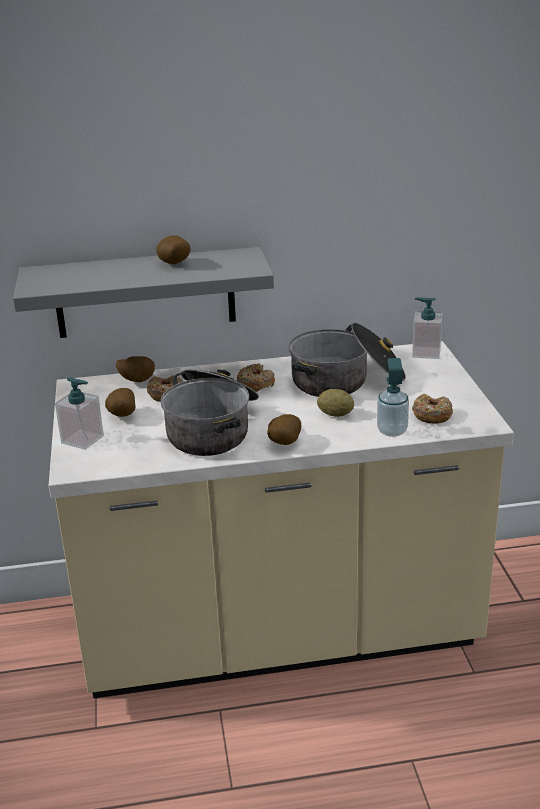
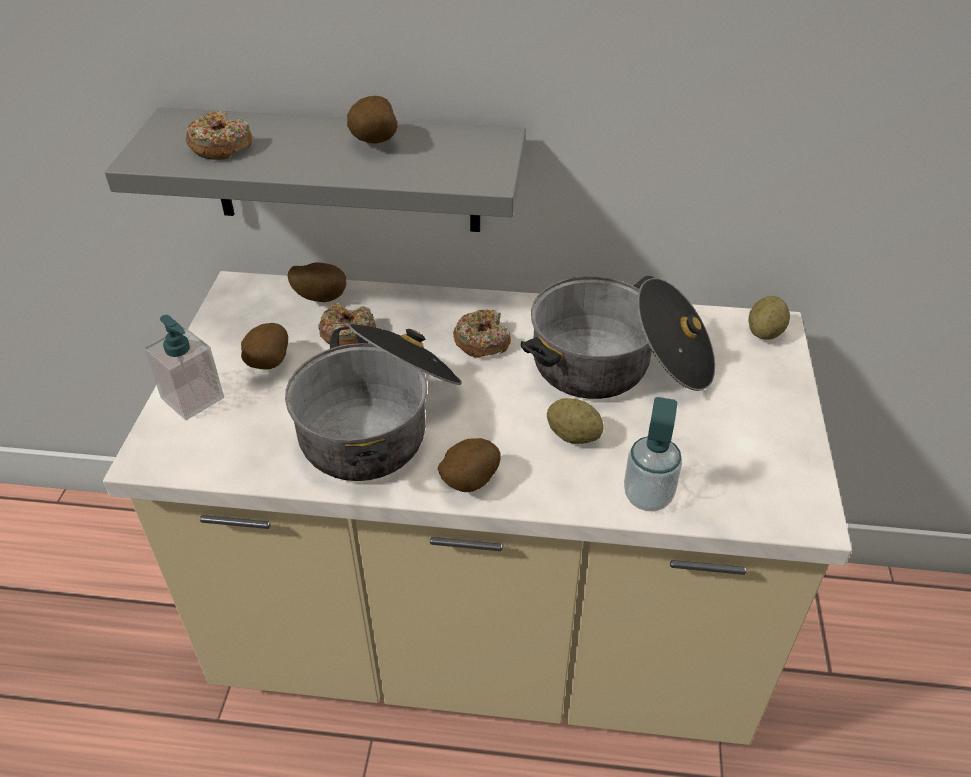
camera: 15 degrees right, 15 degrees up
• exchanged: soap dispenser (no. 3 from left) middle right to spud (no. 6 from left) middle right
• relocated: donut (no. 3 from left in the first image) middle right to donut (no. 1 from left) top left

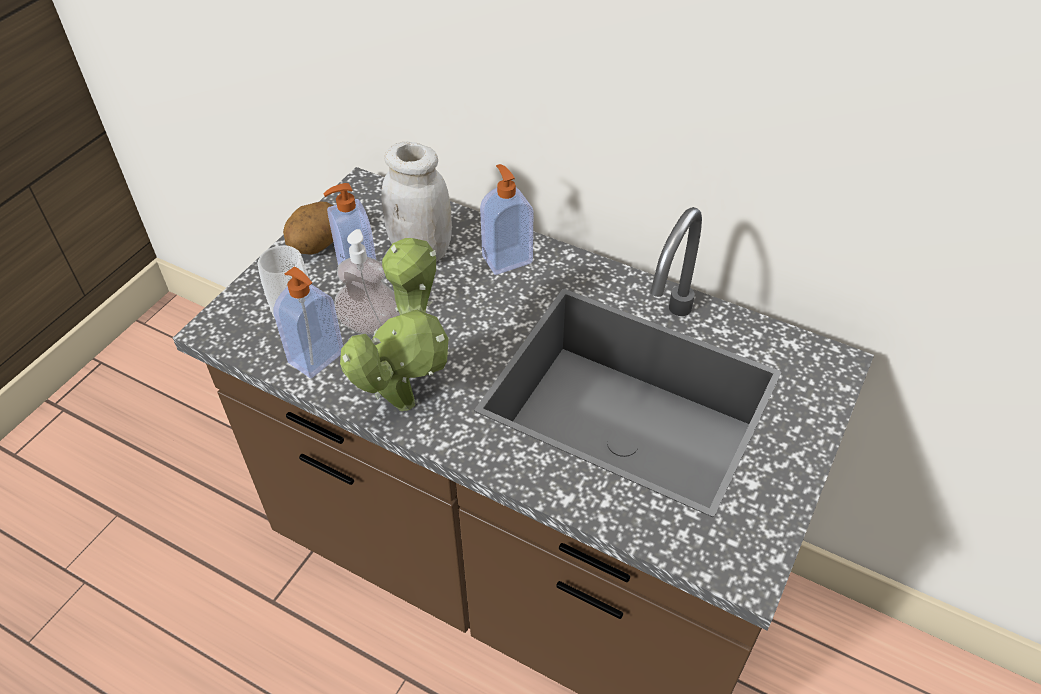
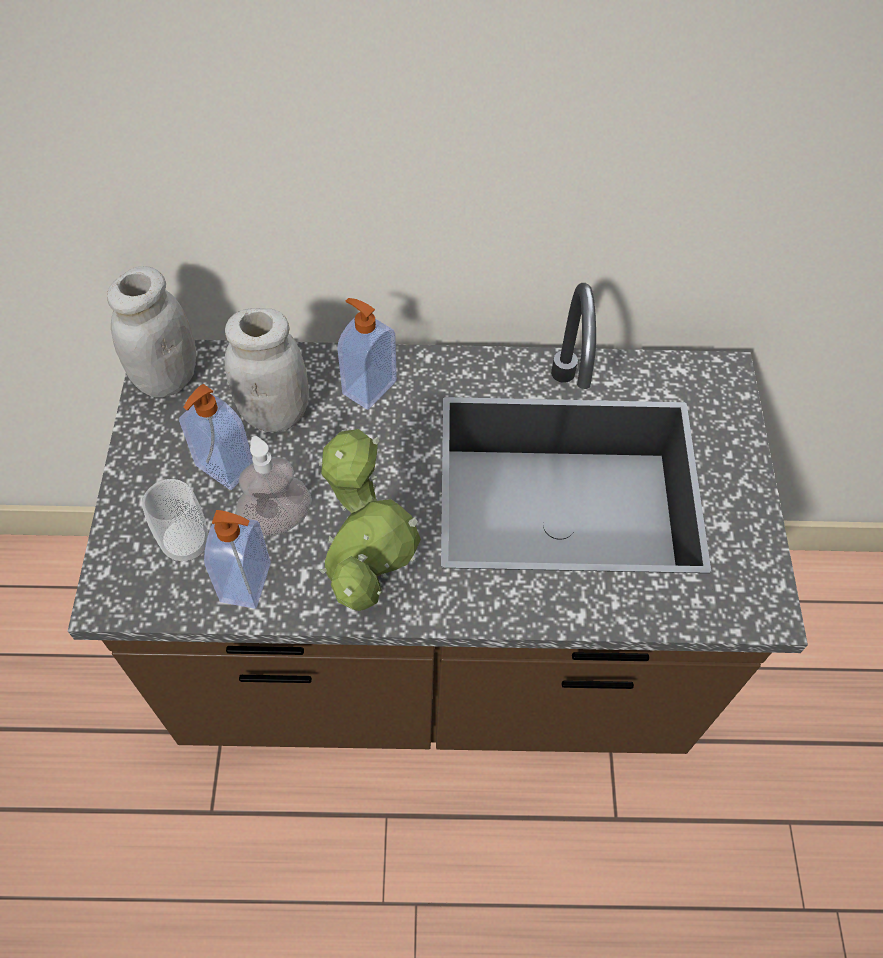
camera: 30 degrees left, 10 degrees up
• missing: spud top left
• appeared: storage jar (white-coloured) (no. 1 from left) middle left

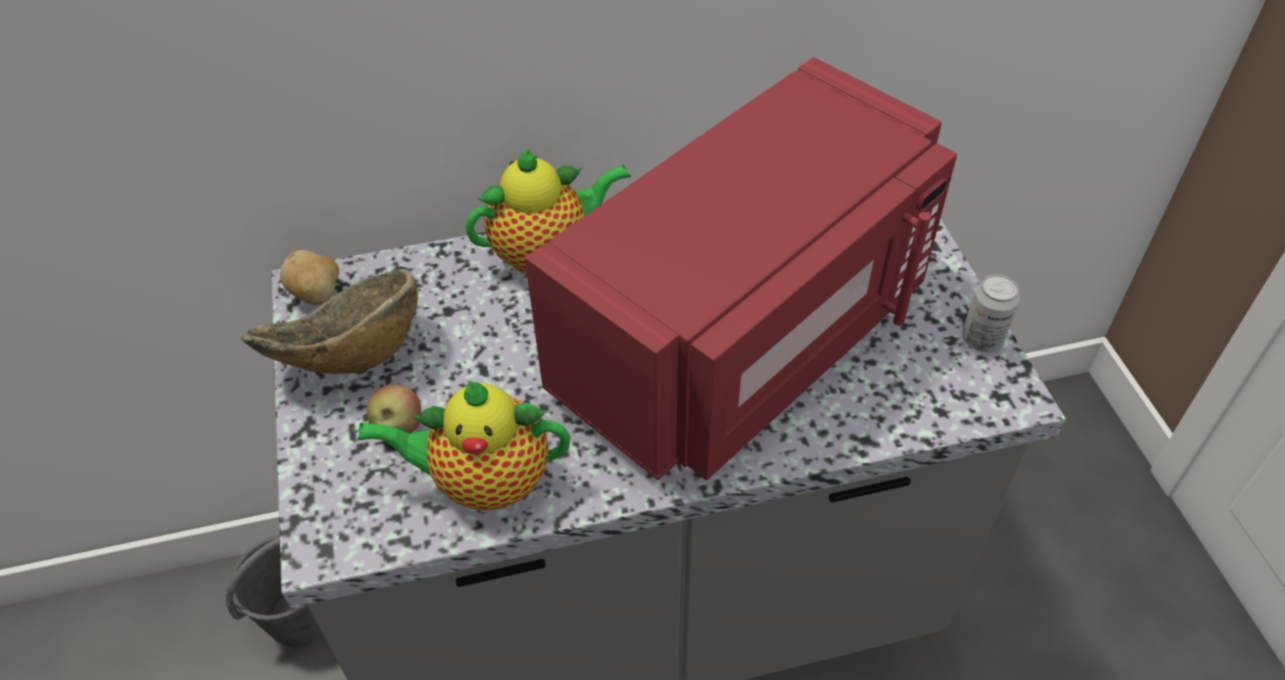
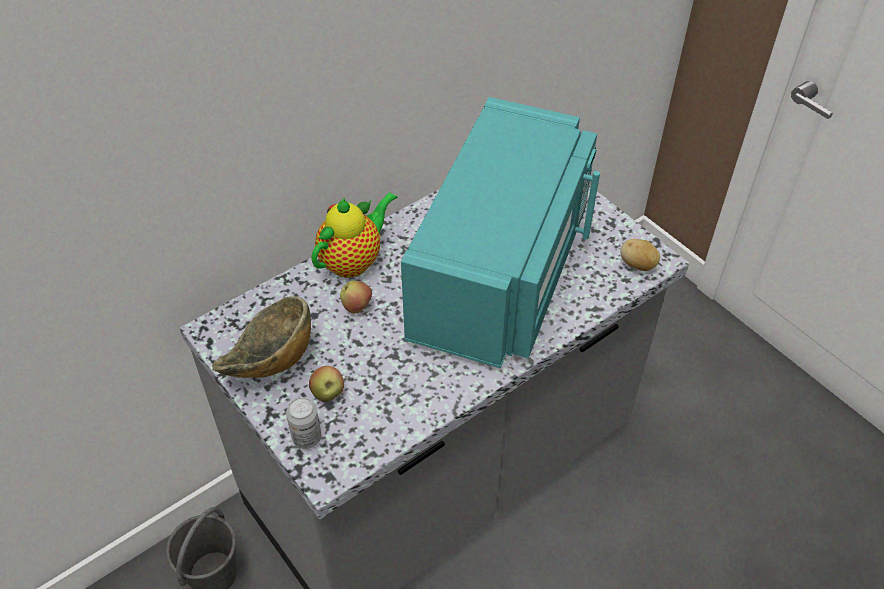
camera: 25 degrees left, 0 degrees up
• relocated: spud middle left to middle right
• missing: teapot (no. 1 from left) centre
• colour: kitchen microwave (red) centre to kitchen microwave (blue-green) centre
• relocated: sealed can middle right to bottom centre
• appeared: apple fruit (no. 2 from left) centre

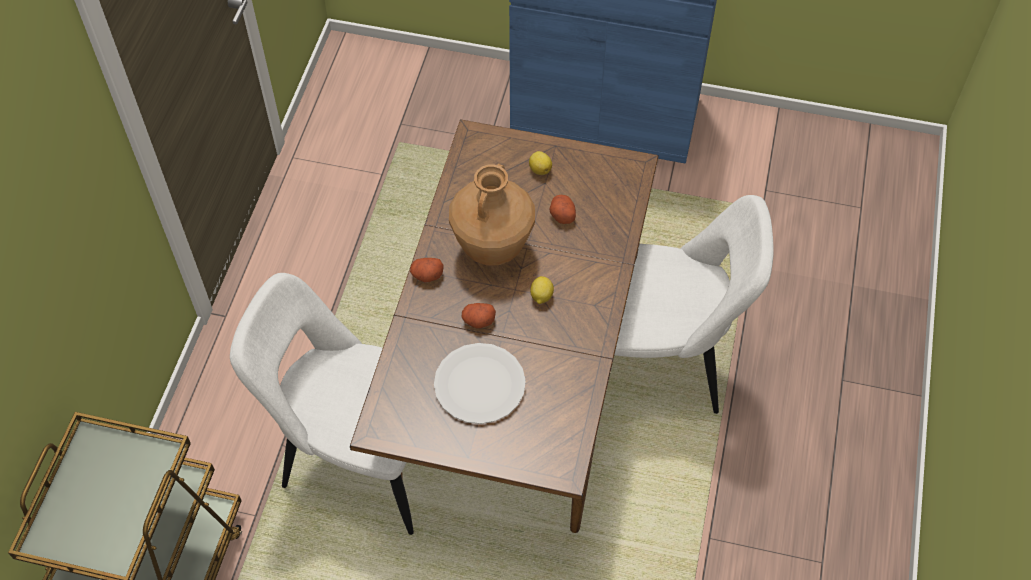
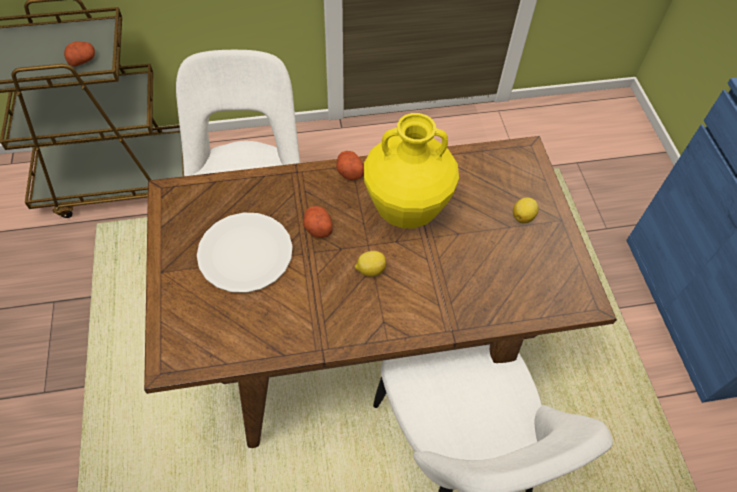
camera: 65 degrees right, 0 degrees up
• colour: decorative vase (brown) centre to decorative vase (yellow-coloured) centre
• relocated: spud (no. 3 from left in the first image) centre to spud (no. 1 from left) top left

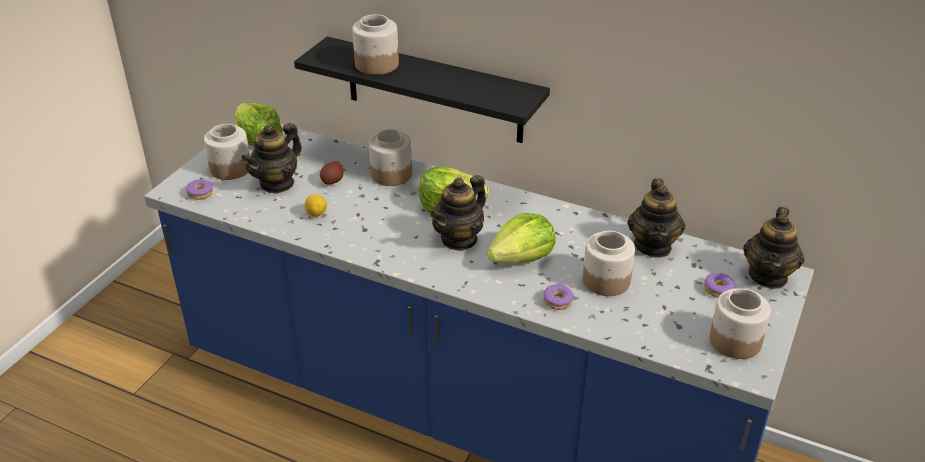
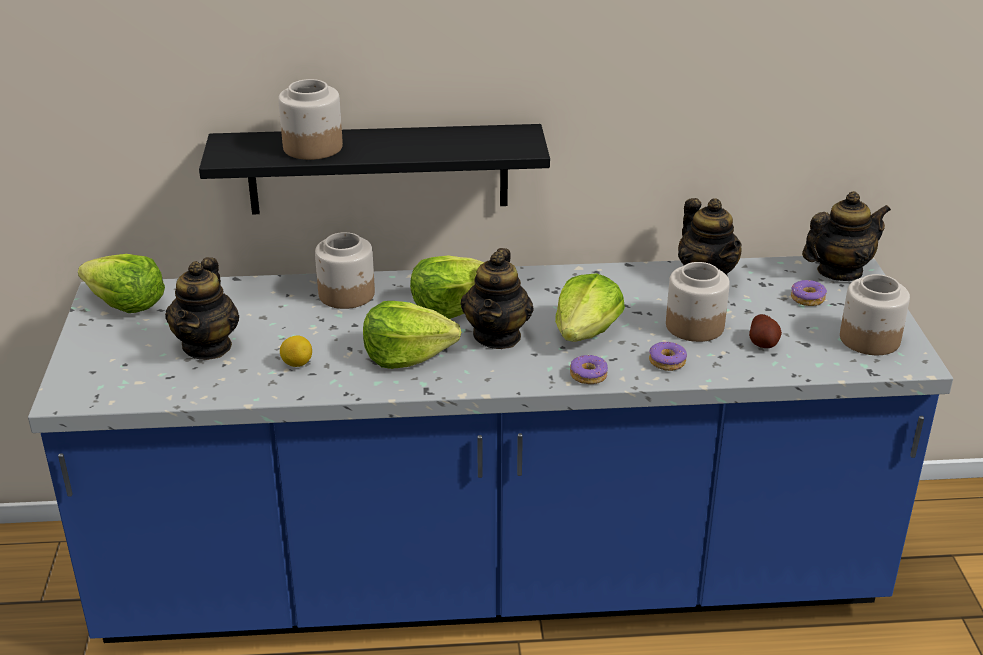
camera: 30 degrees left, 5 degrees down
• relocated: donut (no. 1 from left) middle left to centre
• missing: storage jar (no. 1 from left) top left
• relocated: spud centre to middle right
• spun: teapot (no. 4 from left) middle right = middle right 105 degrees counterclockwise
• appeared: lettuce head (no. 2 from left) centre

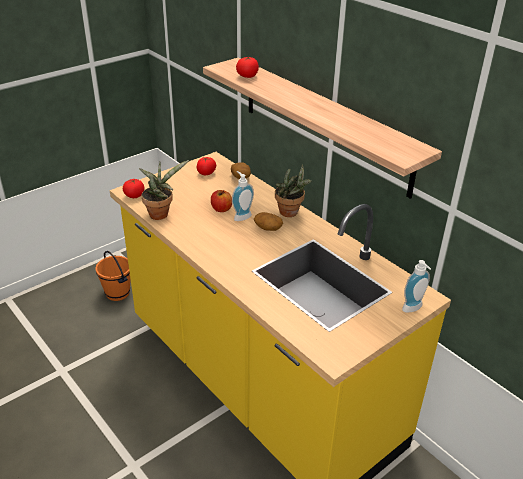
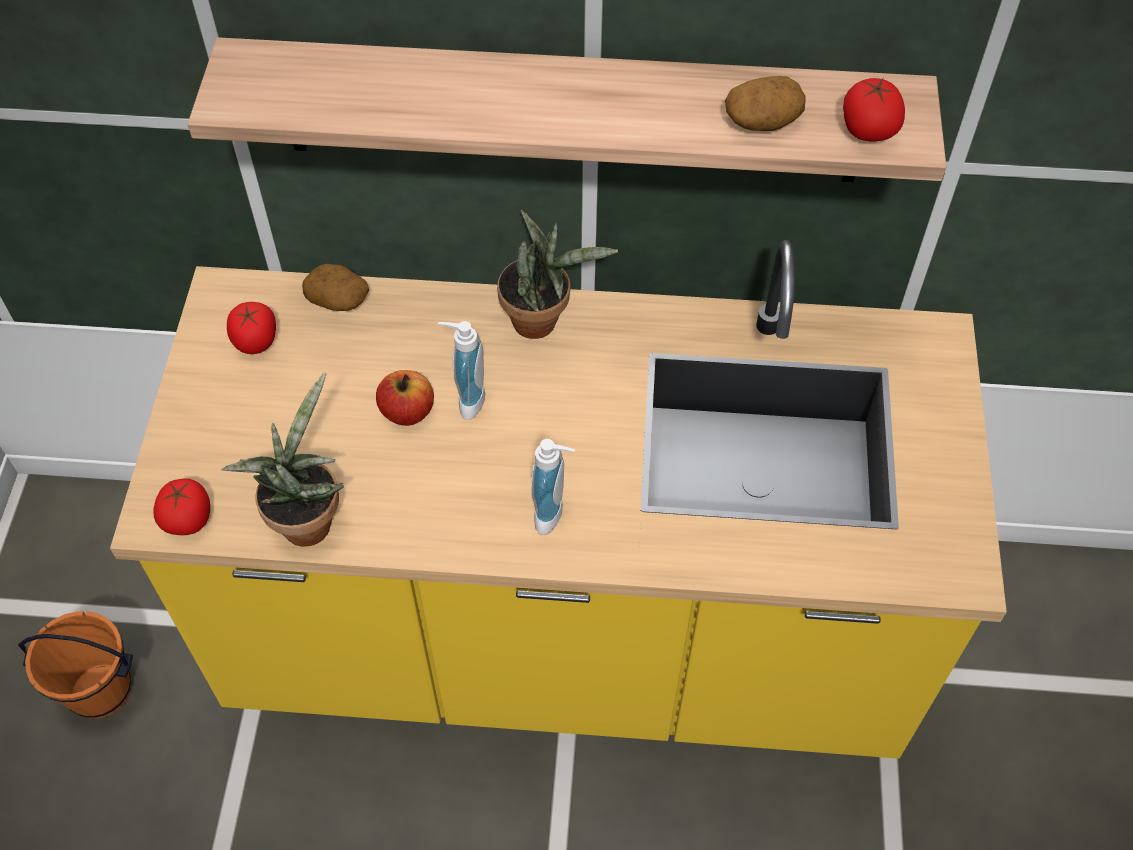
camera: 45 degrees left, 20 degrees up
• relocated: tomato (no. 3 from left) top centre to top right
• relocated: spud (no. 2 from left) centre to top right
• relocated: soap dispenser (no. 2 from left) middle right to centre

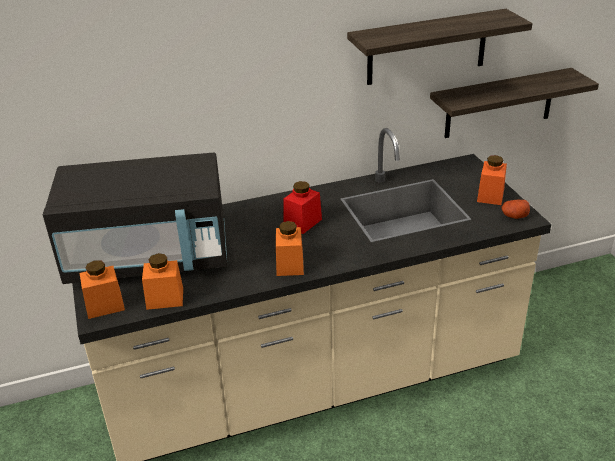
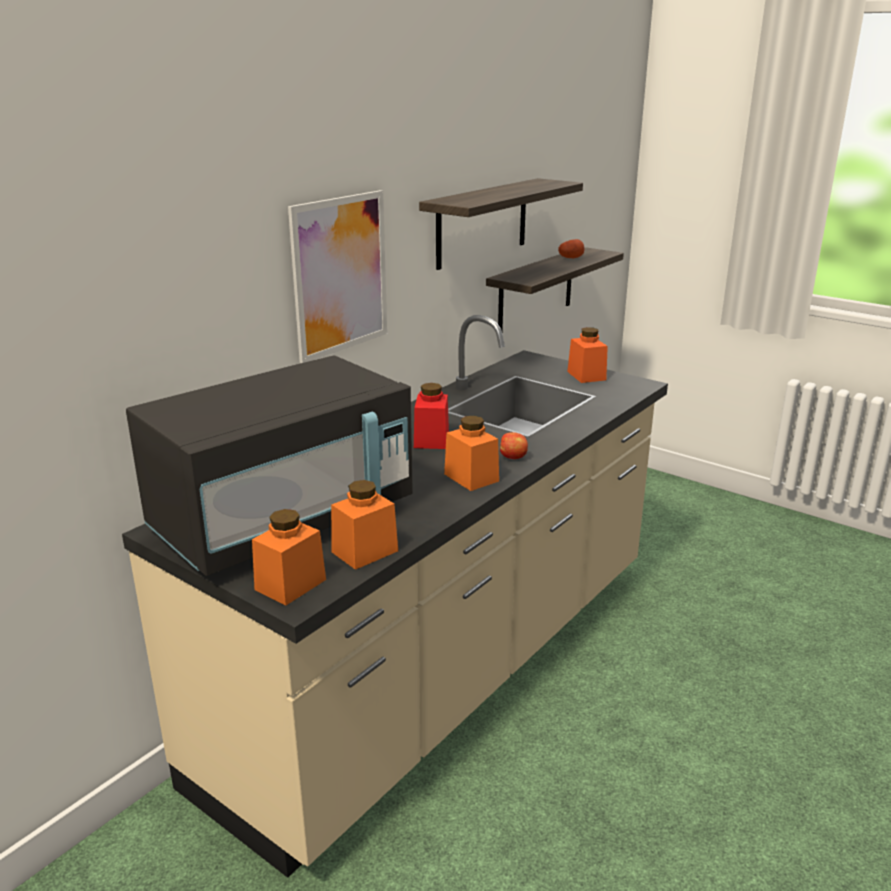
camera: 35 degrees left, 10 degrees down
• relocated: spud middle right to top centre
• appeared: wall picture top centre
• appeared: apple fruit centre

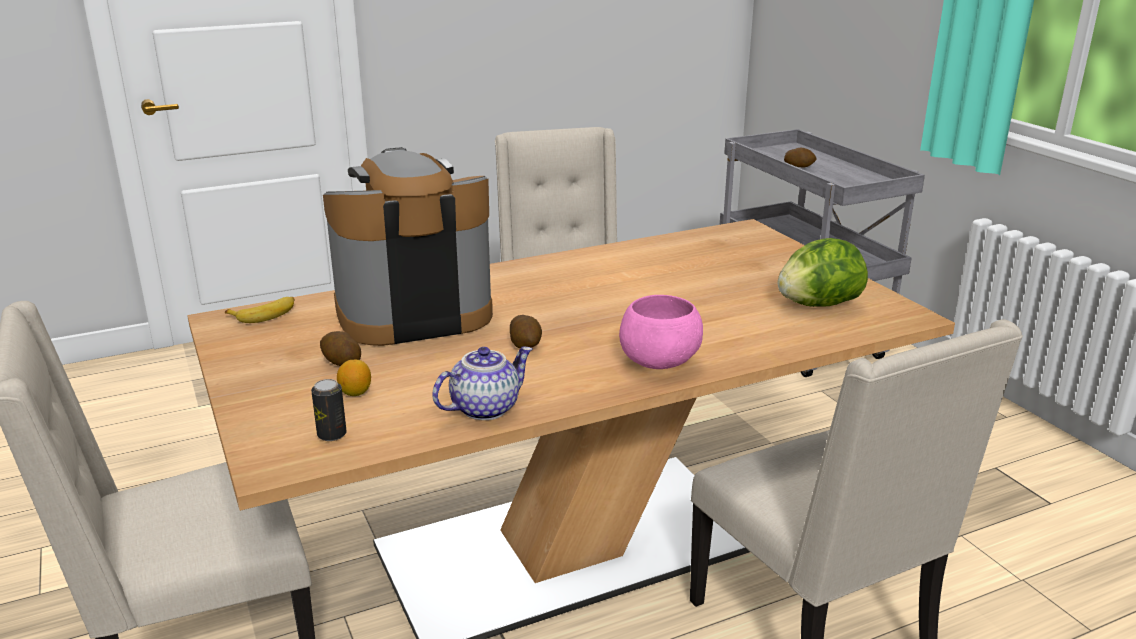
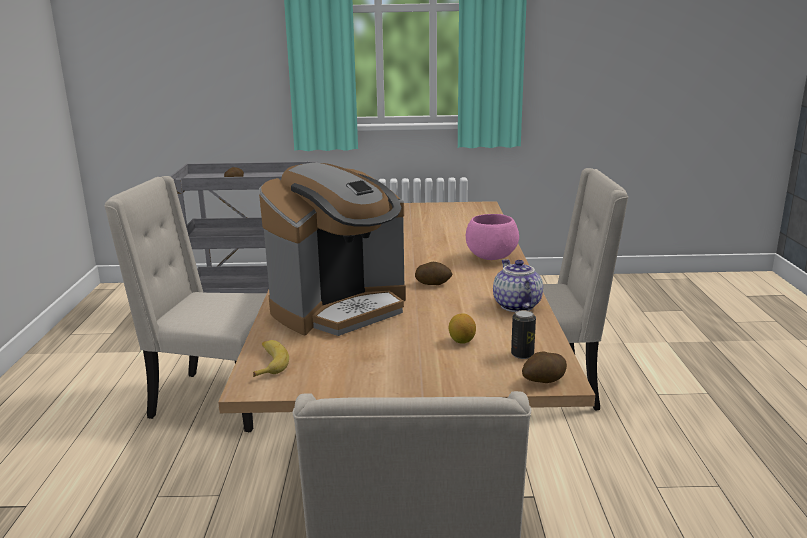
camera: 65 degrees left, 5 degrees down
• relocated: spud (no. 1 from left in the first image) middle left to spud (no. 3 from left) bottom right
• spun: coffee brewer centre = centre 135 degrees counterclockwise
• missing: lettuce head middle right

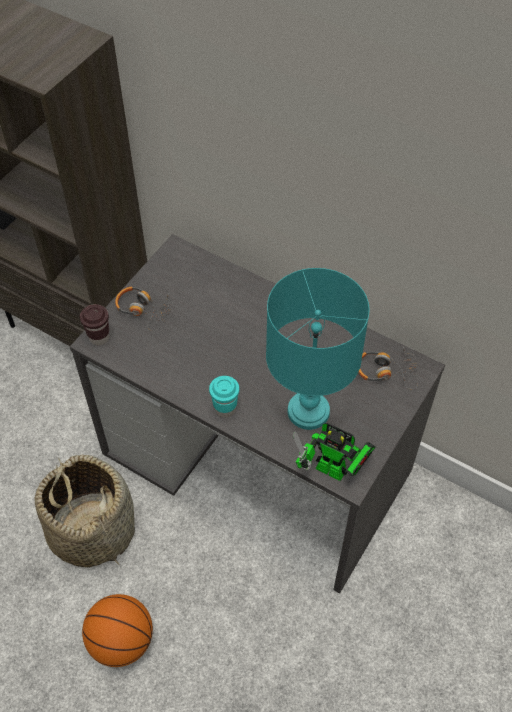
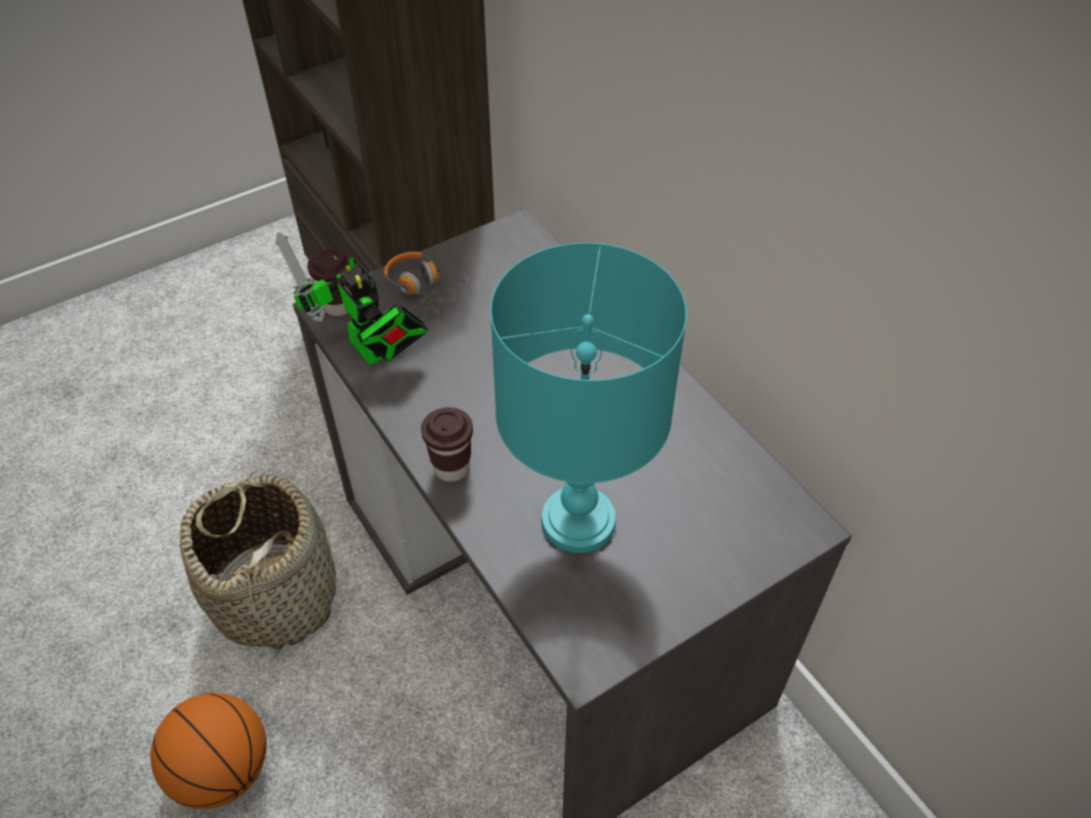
camera: 25 degrees right, 5 degrees down
• colour: small cup (blue-green) centre to small cup (brown) (no. 2 from left) centre
• relocated: model robot centre to middle left
• missing: pair of headphones (no. 2 from left) middle right

